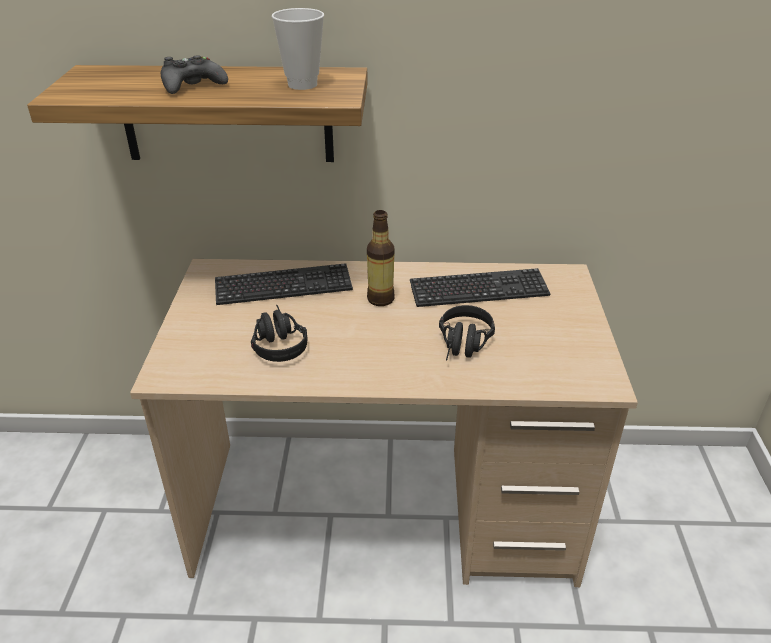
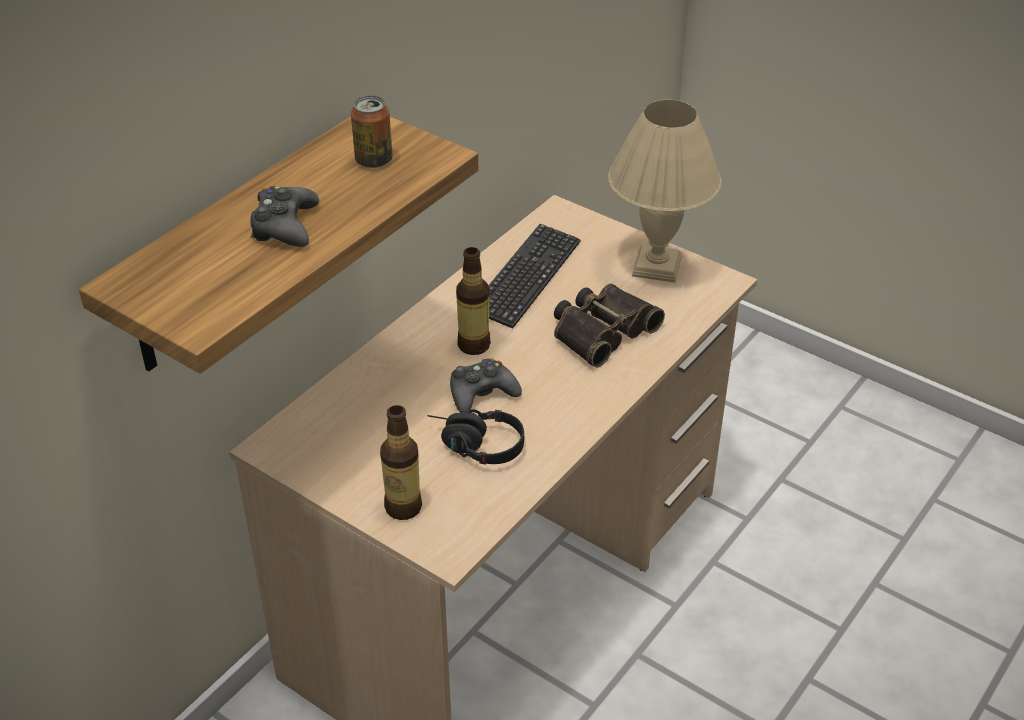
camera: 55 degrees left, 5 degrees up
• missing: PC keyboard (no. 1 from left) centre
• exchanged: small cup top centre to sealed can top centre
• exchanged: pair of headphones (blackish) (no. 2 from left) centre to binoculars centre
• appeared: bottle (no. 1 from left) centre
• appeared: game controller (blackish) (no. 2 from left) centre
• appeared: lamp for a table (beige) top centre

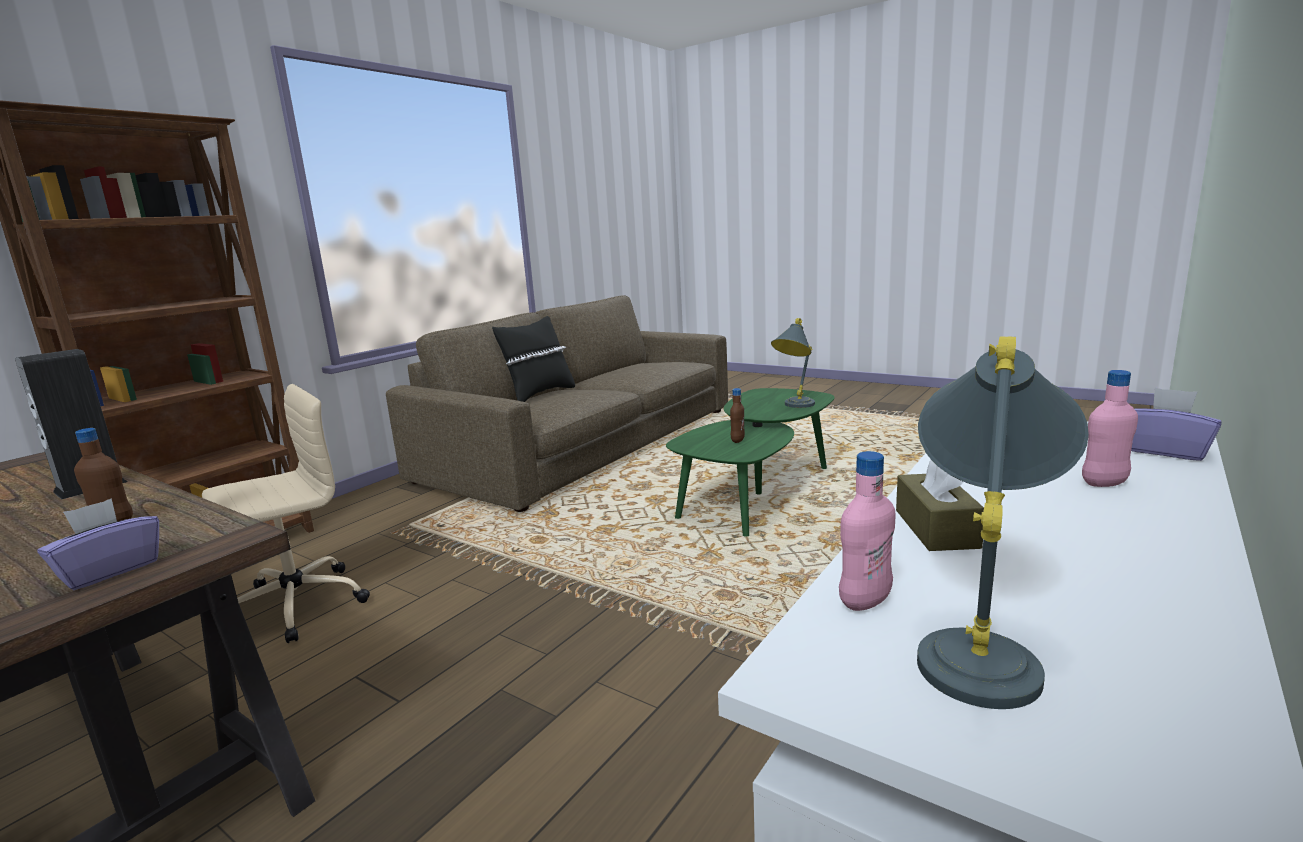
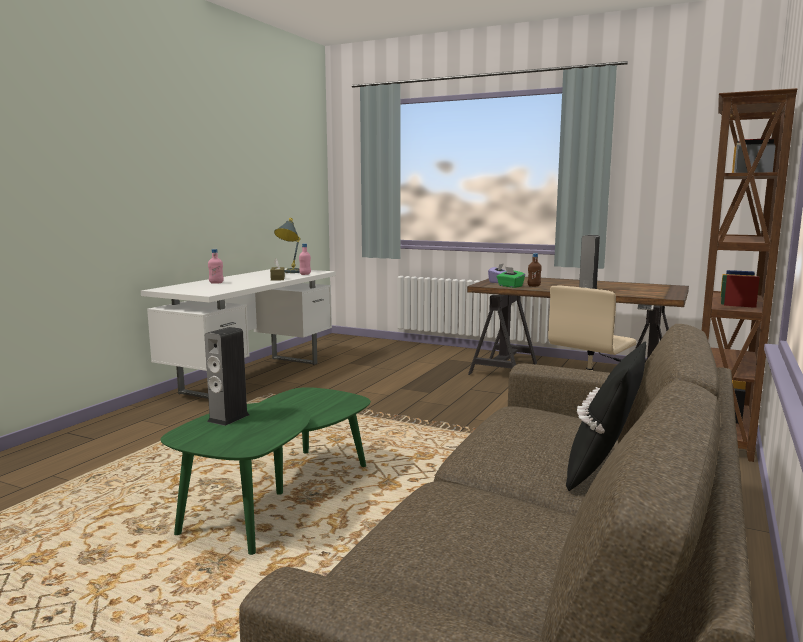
camera: 170 degrees right, 5 degrees down
• missing: bottle (brown) (no. 2 from left) centre
• exchanged: lamp for a table (grey) (no. 1 from left) centre to audio speaker (no. 1 from left) middle left
• missing: box of tissues (purple-coloured) (no. 2 from left) middle right
• appeared: box of tissues (green) centre

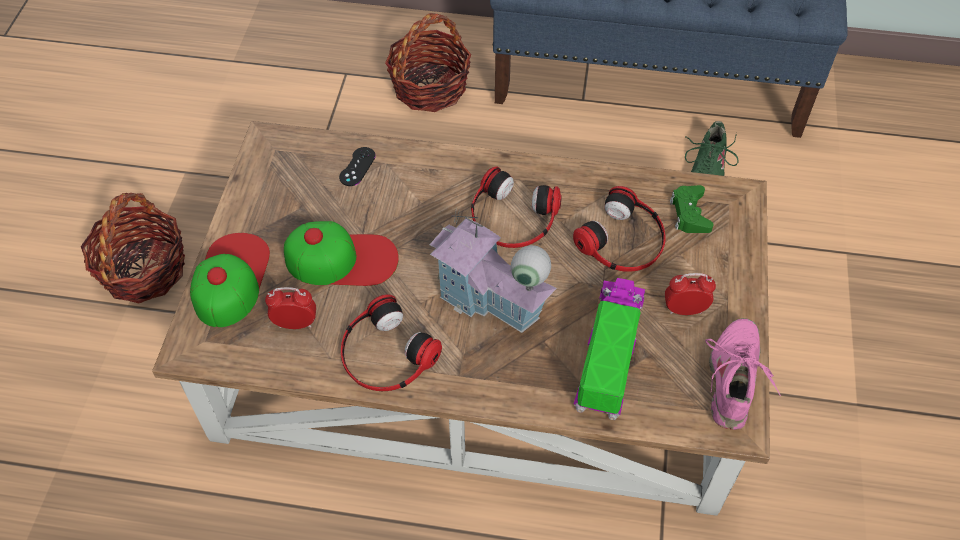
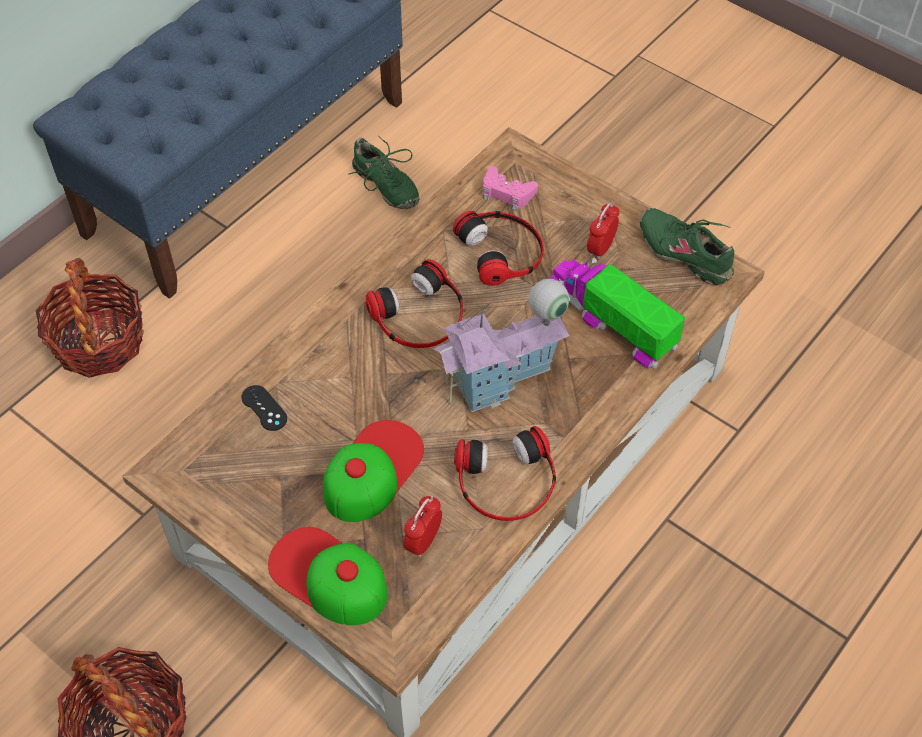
camera: 60 degrees left, 0 degrees up
• colour: game controller (green) middle right to game controller (pinkish) top centre
• colour: item of footwear (pinkish) bottom right to item of footwear (green) (no. 2 from left) middle right

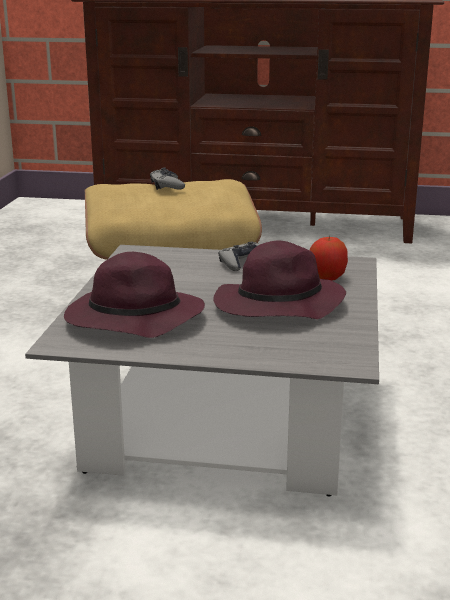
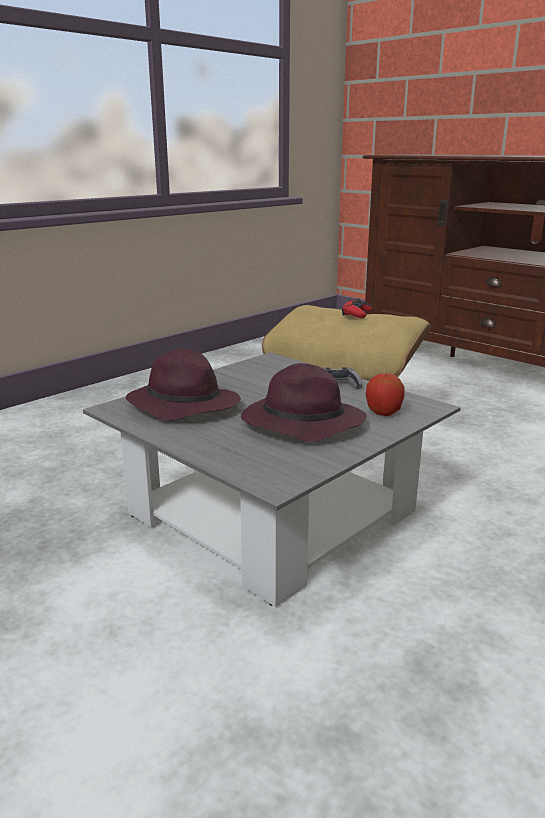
camera: 35 degrees right, 0 degrees up
• colour: game controller (grey) (no. 1 from left) top centre to game controller (red) centre

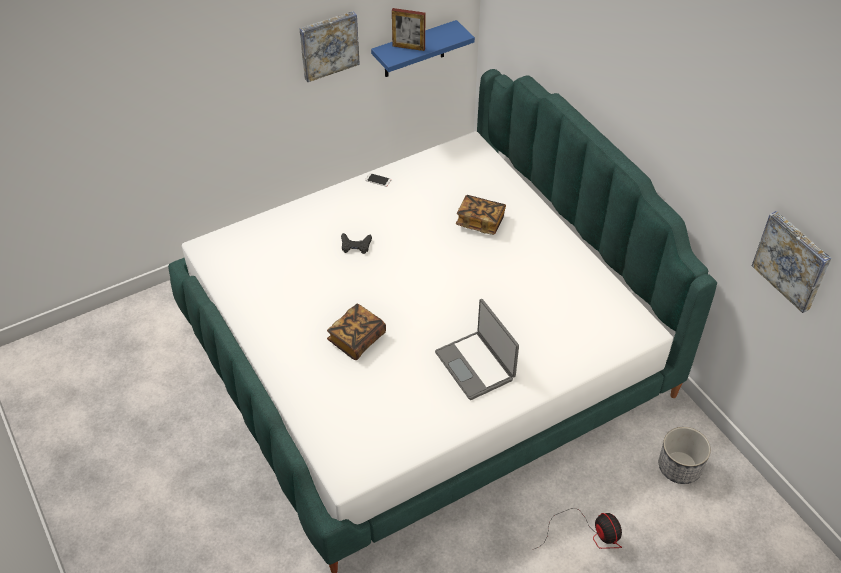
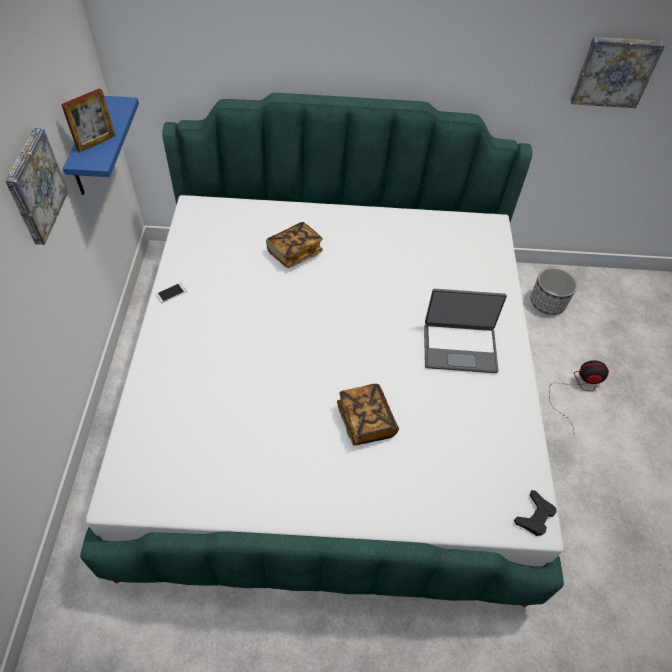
camera: 60 degrees left, 5 degrees up
• relocated: game controller (blackish) centre to bottom right

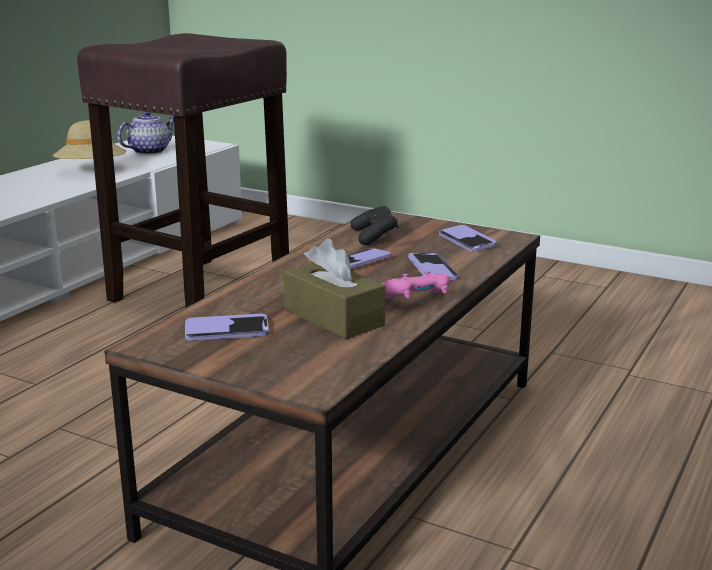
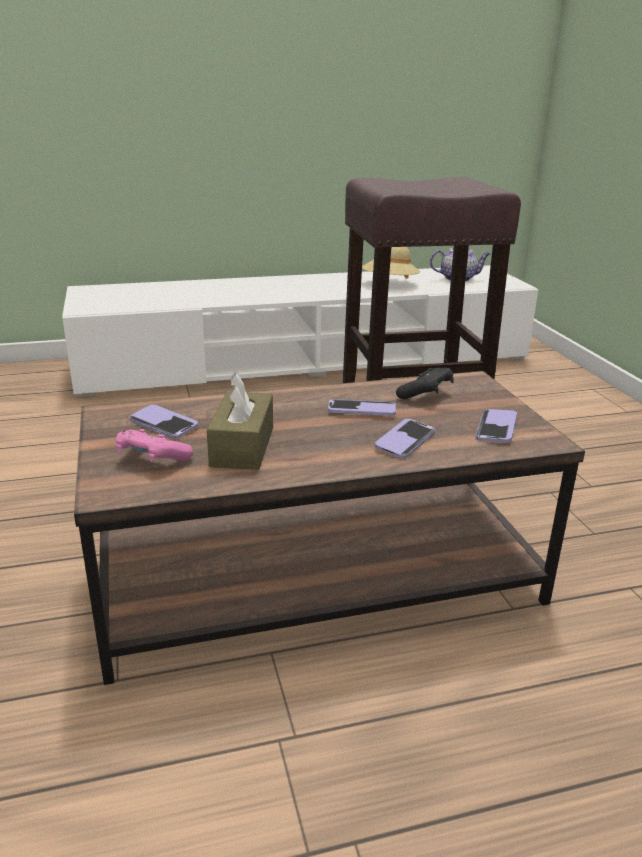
camera: 45 degrees right, 5 degrees up
• relocated: game controller (pinkish) centre to middle left

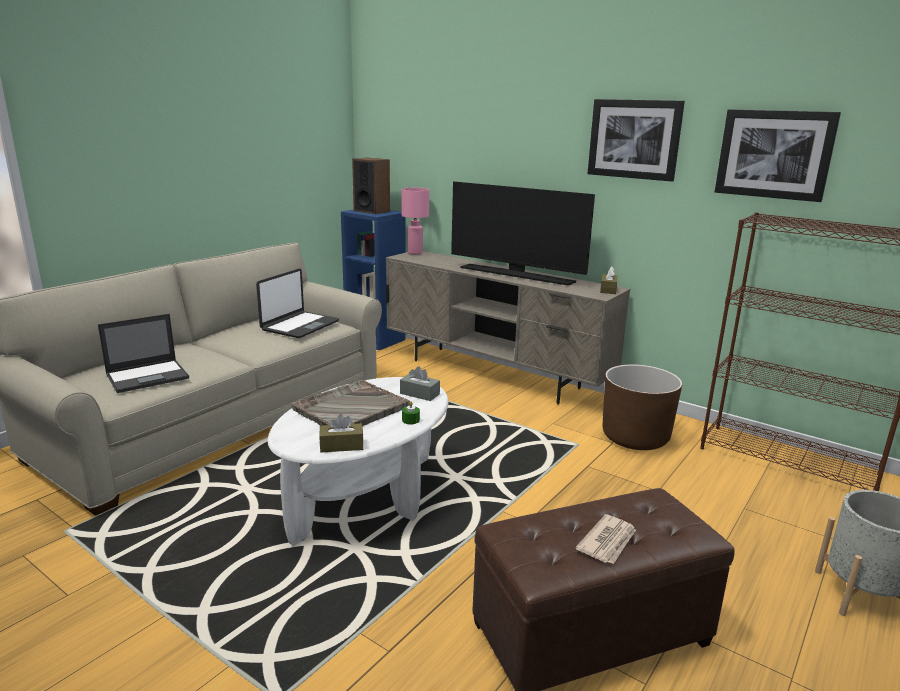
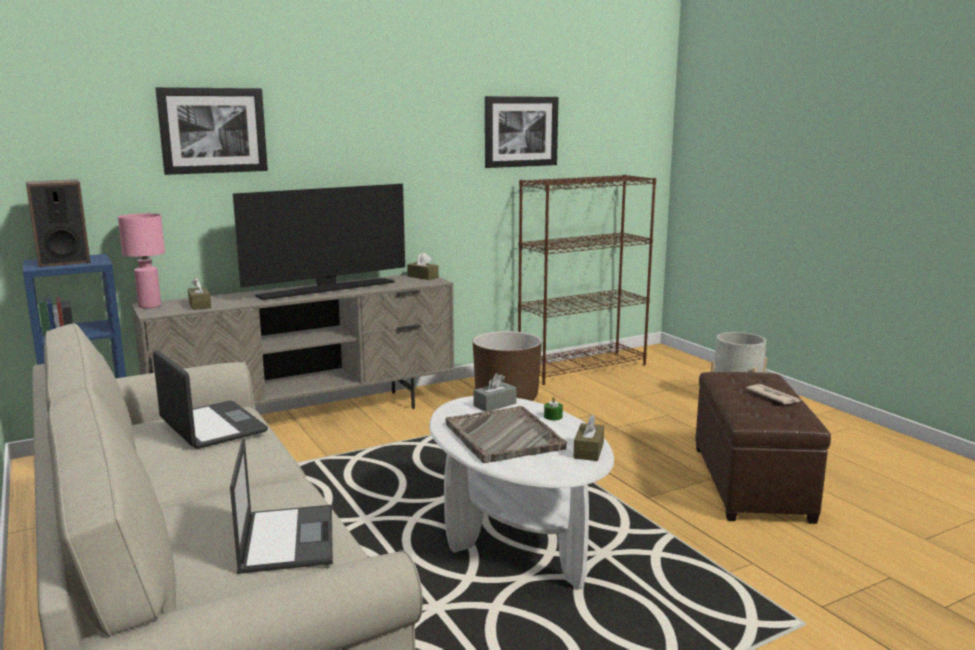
camera: 65 degrees left, 5 degrees down
• relocated: wall picture (no. 1 from left) top right to top left
• appeared: box of tissues (brown) (no. 1 from left) middle left

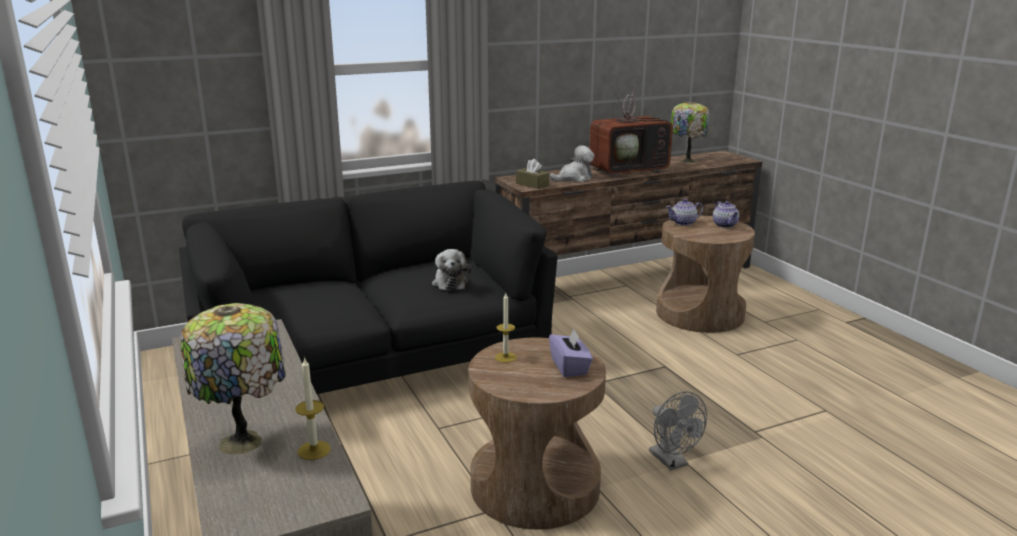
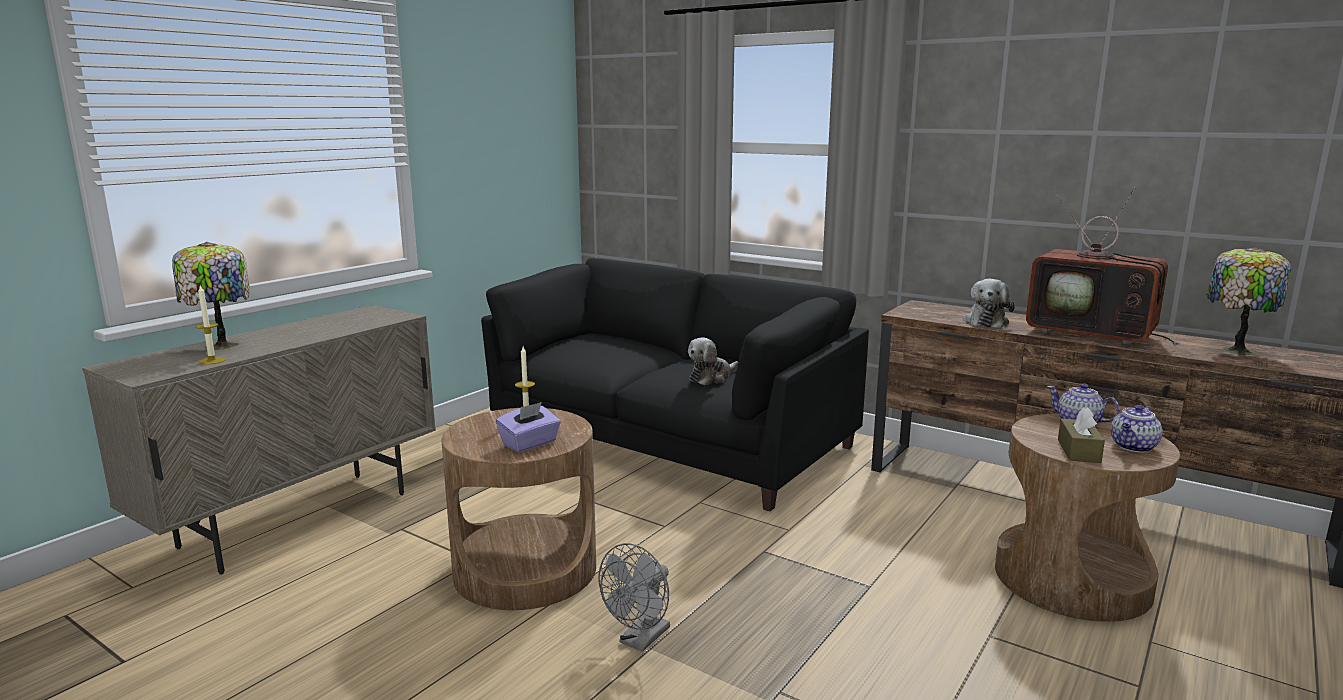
camera: 60 degrees right, 5 degrees down
• relocated: box of tissues (brown) top centre to middle right
• spun: cuddly toy (no. 2 from left) top centre = middle right 75 degrees clockwise

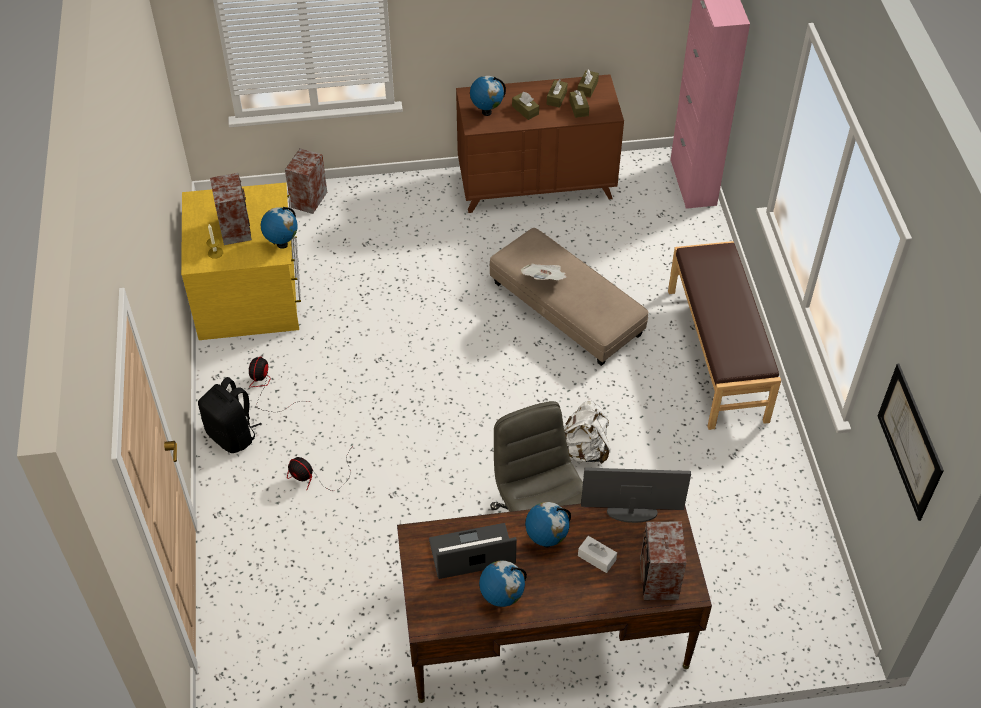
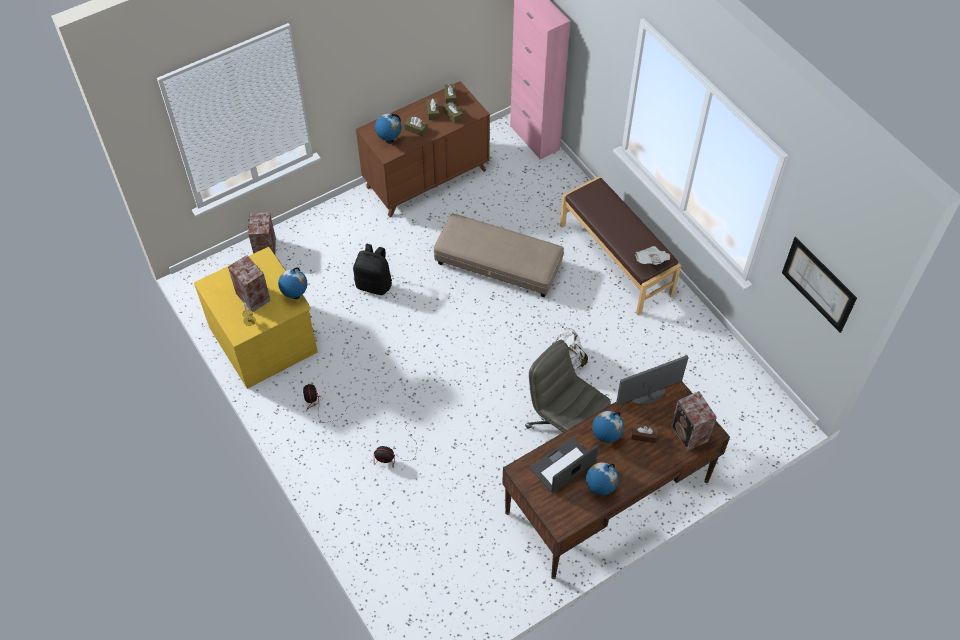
camera: 25 degrees left, 5 degrees up
• relocated: backpack (blackish) middle left to centre
• relocated: newspaper centre to middle right
• colour: box of tissues (white-coloured) bottom centre to box of tissues (brown) (no. 5 from left) bottom right

